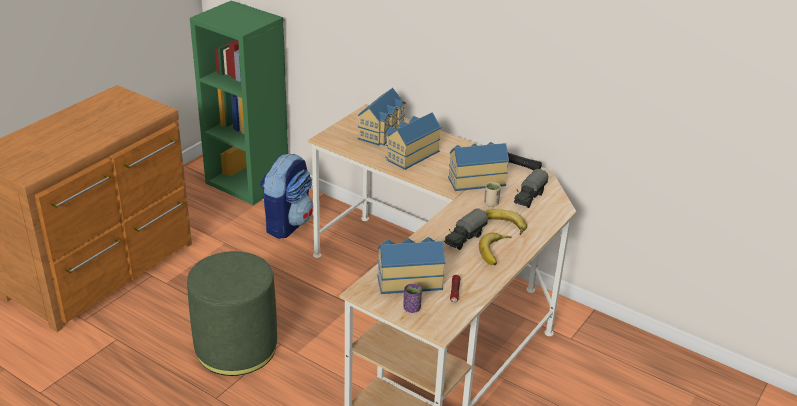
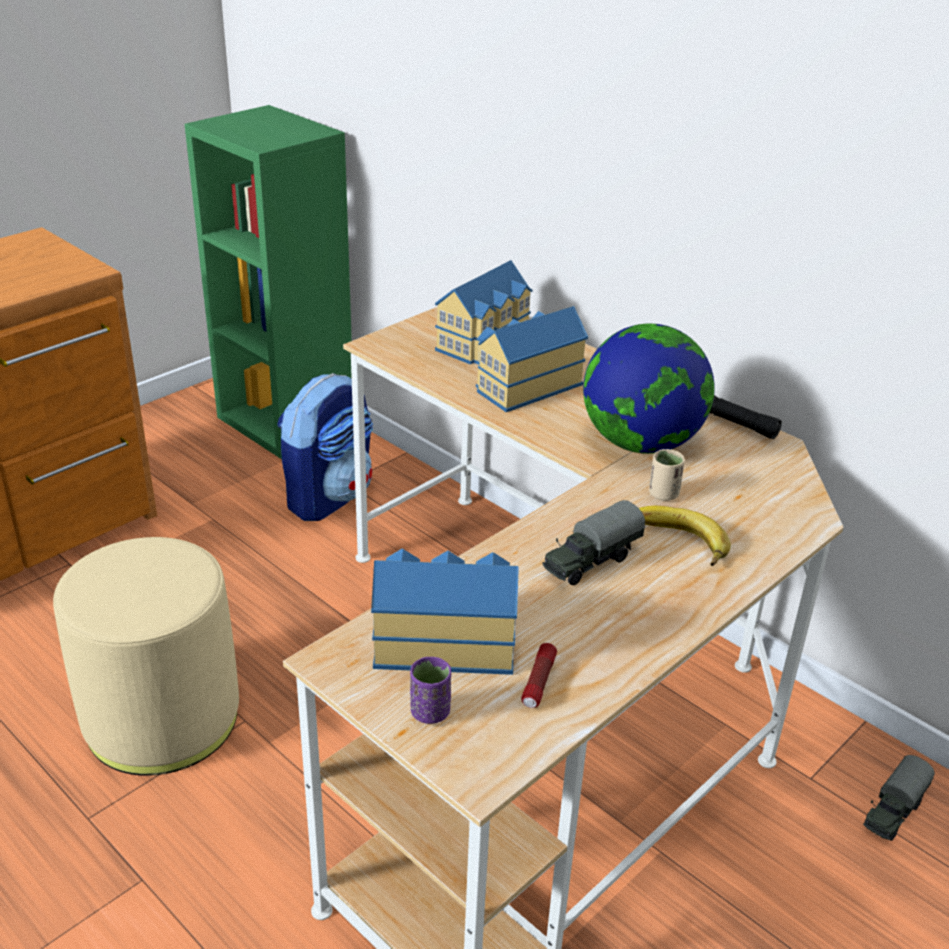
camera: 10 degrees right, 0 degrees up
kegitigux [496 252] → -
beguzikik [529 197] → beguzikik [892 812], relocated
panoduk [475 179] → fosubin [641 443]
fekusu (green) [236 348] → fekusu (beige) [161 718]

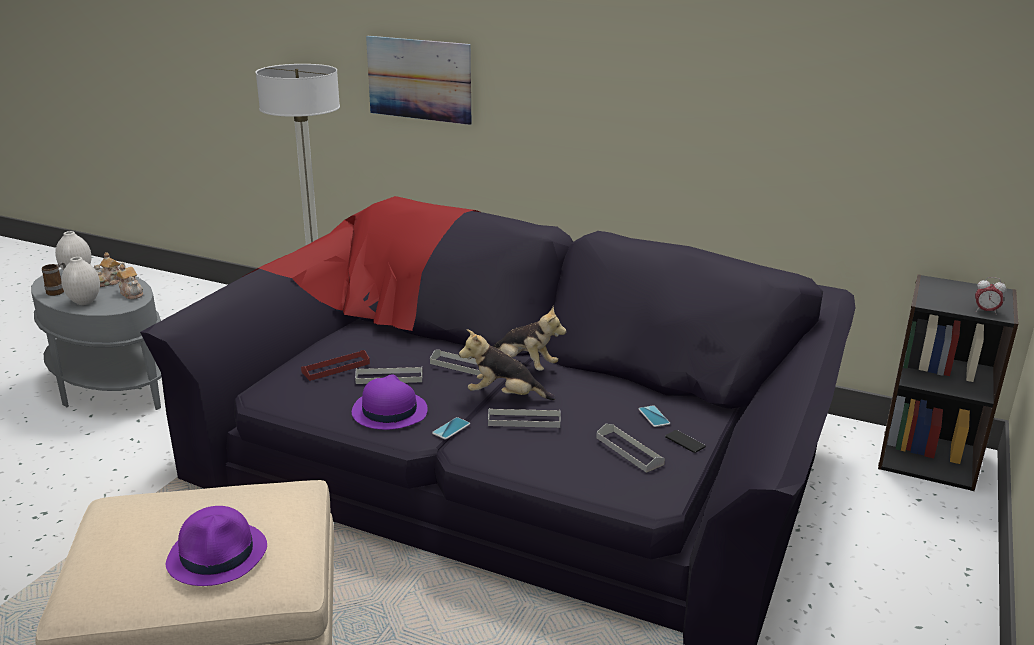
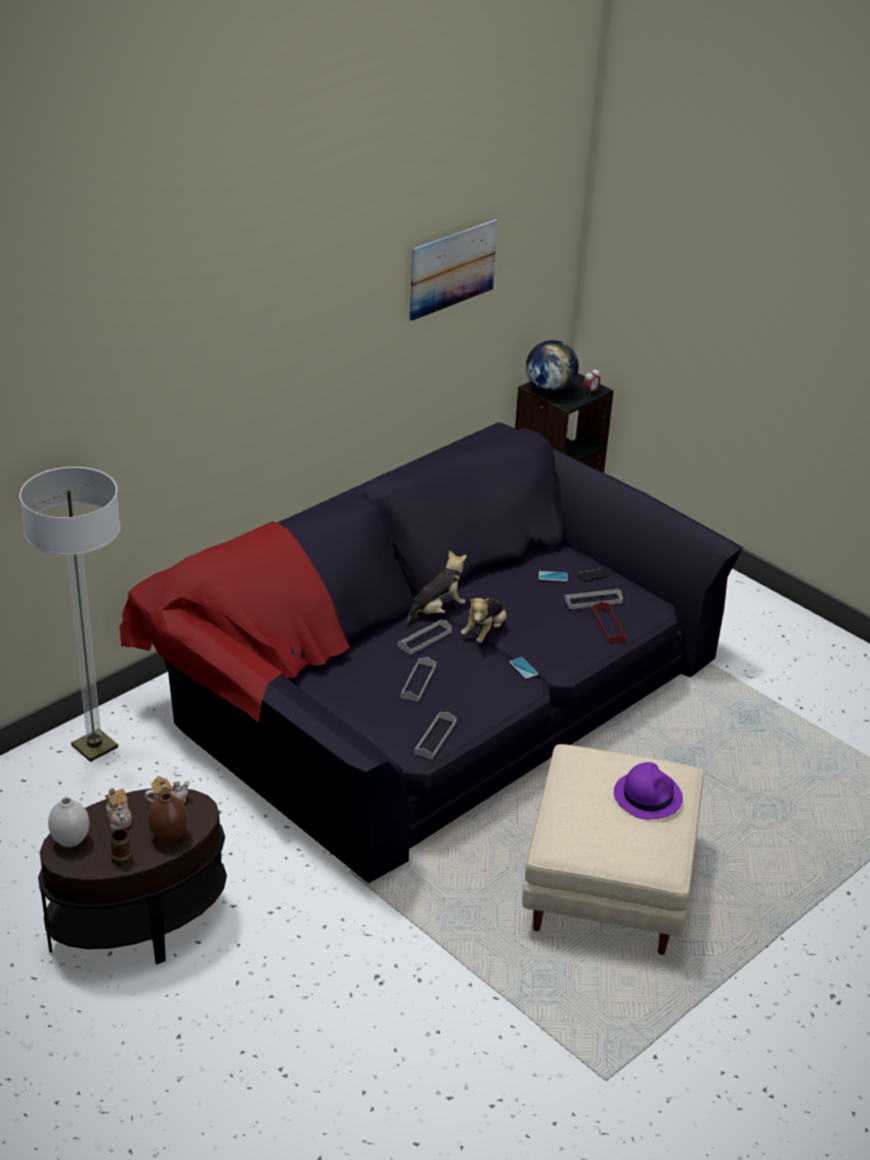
camera: 70 degrees left, 10 degrees up
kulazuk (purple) [389 411] → -
- → fosubin [550 389]
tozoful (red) [336 368] → tozoful (red) [608 625], relocated
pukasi [419 79] → pukasi [452 269], relocated
tozoful (grey) [524 420] → tozoful (grey) [435 738], relocated
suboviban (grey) [111 387] → suboviban (brown) [139 923]
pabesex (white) [85 302] → pabesex (brown) [169 836]

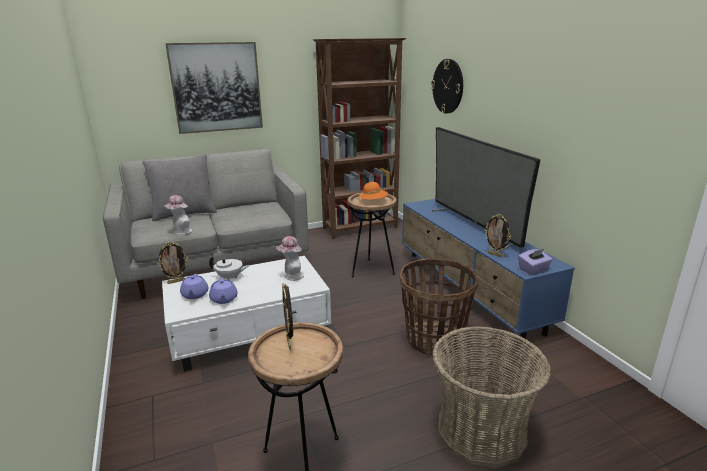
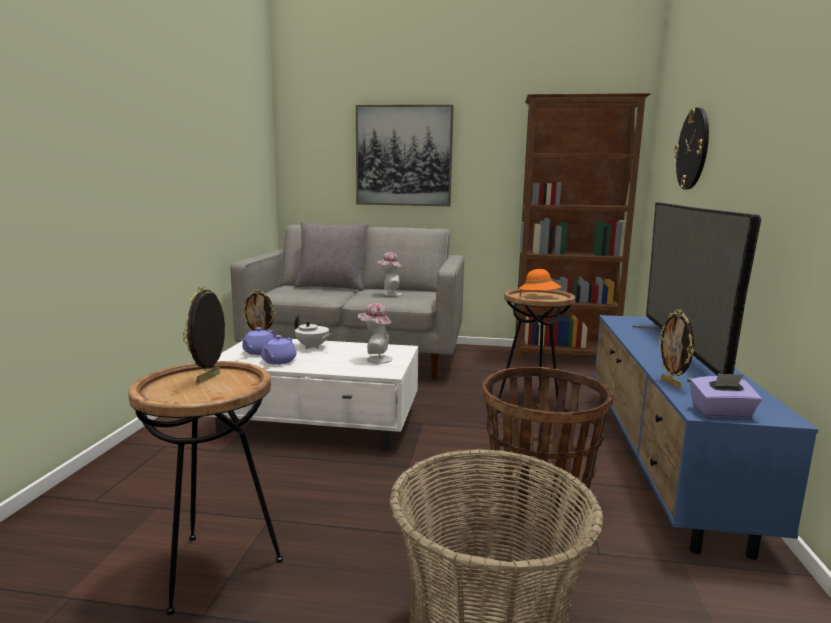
camera: 30 degrees right, 10 degrees down
kulazuk [181 232] → kulazuk [390 294], relocated

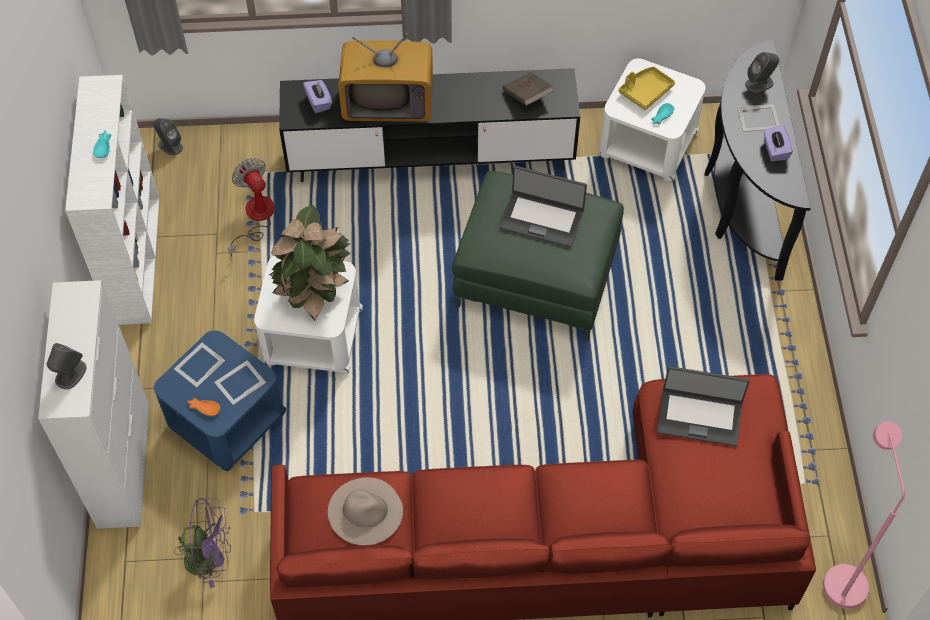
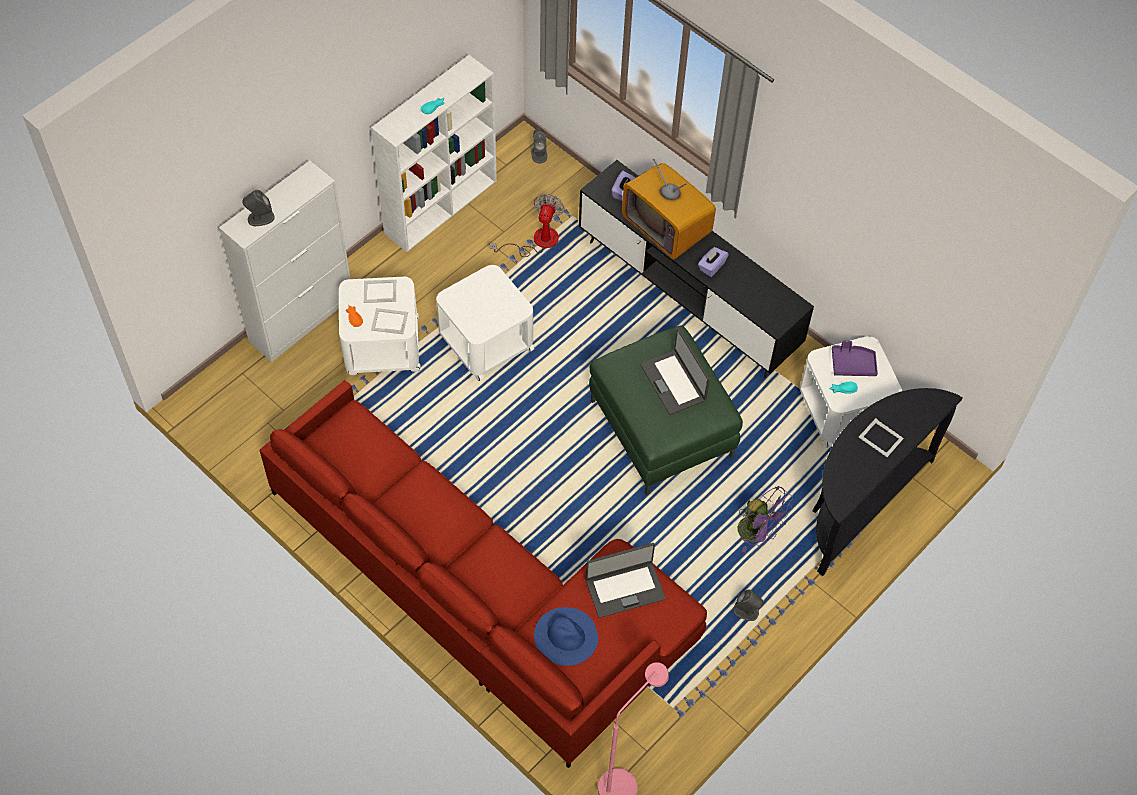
camera: 45 degrees right, 0 degrees up
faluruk [314 293] → -
kulazuk (beige) [365 511] → -
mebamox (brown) [527 96] → -
- → kulazuk (blue) [566 636]
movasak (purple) [210 557] → movasak (purple) [757 533], relocated
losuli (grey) [759 83] → losuli (grey) [746 611], relocated
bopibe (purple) [775 150] → bopibe (purple) [711 266], relocated
suboviban (blue) [226 421] → suboviban (white) [381 346]
tozoful (yellow) [645 91] → tozoful (purple) [852 364]
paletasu [699 416] → paletasu [624 588], 75 degrees counterclockwise

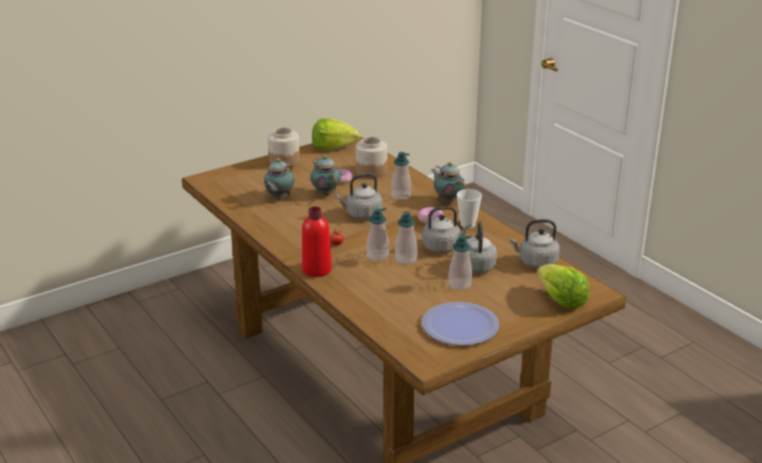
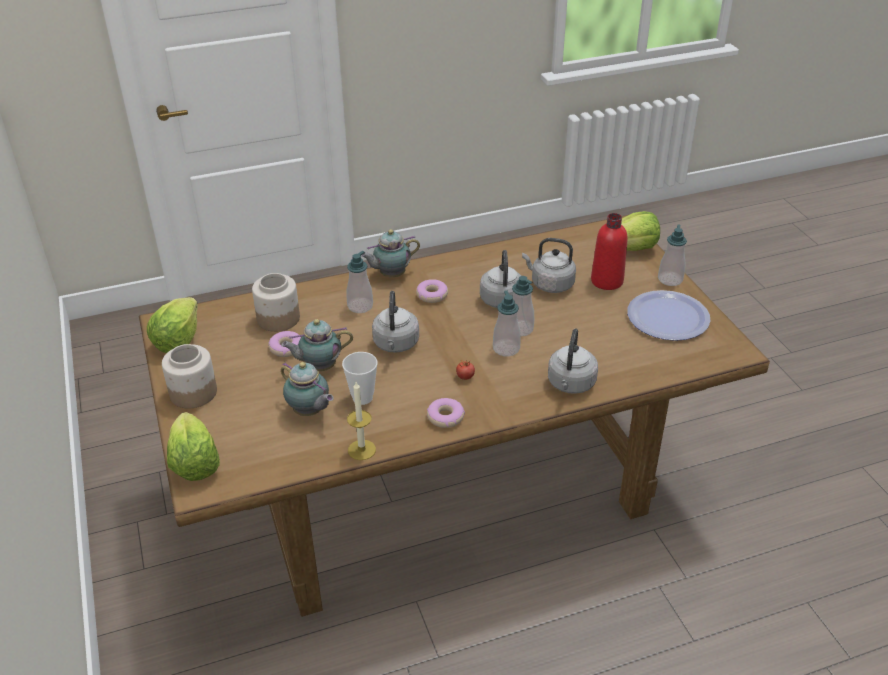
camera: 75 degrees left, 10 degrees up
- → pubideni [194 463]
- → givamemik [362 450]
- → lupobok [445 417]
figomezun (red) [317 270] → figomezun (red) [607 281], relocated
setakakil [459 284] → setakakil [670 279], relocated
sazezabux [467 224] → sazezabux [362 398], relocated
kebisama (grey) [536 262] → kebisama (grey) [570 384], relocated

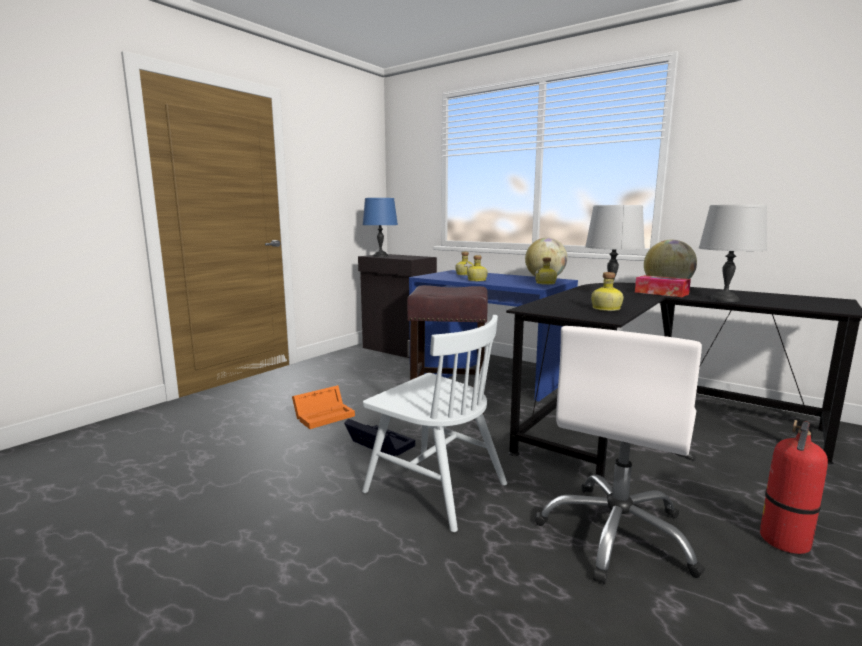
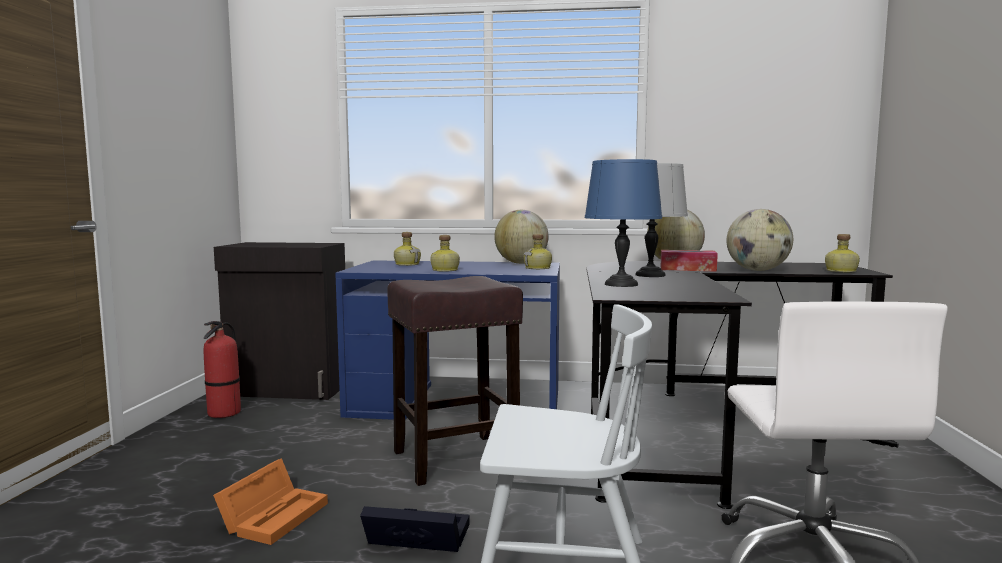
camera: 30 degrees left, 5 degrees down
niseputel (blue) [380 256] → niseputel (blue) [620 284], relocated
figomezun [605 309] → figomezun [840 271], relocated
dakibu [785 541] → dakibu [224 413], relocated
niseputel (grey) [725 299] → fosubin [757 270]

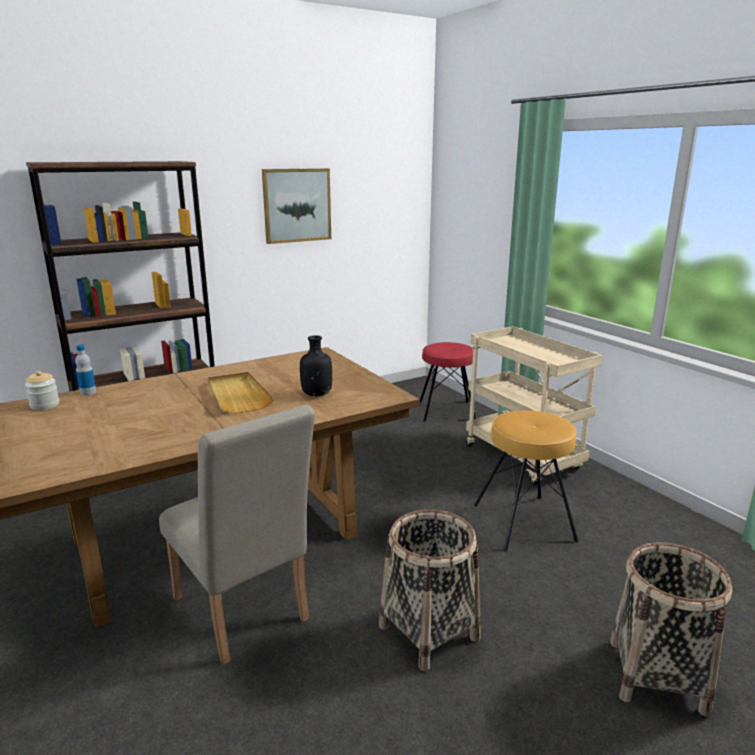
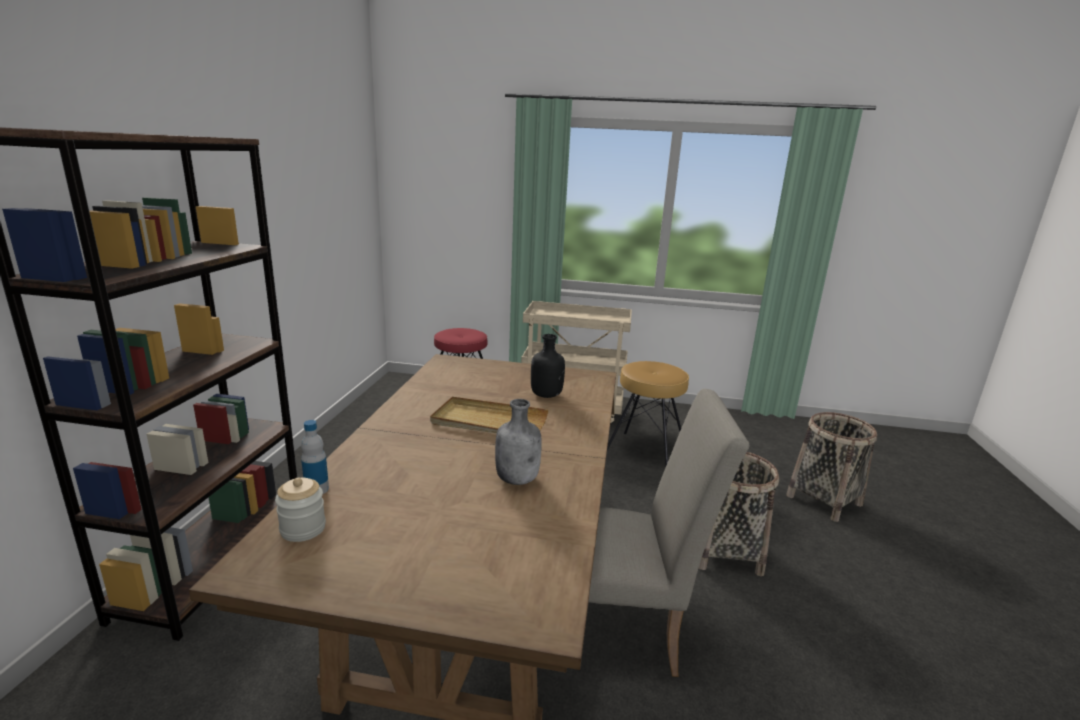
camera: 50 degrees left, 0 degrees up
pukasi [296 205] → -
- → figomezun (grey) [518 479]

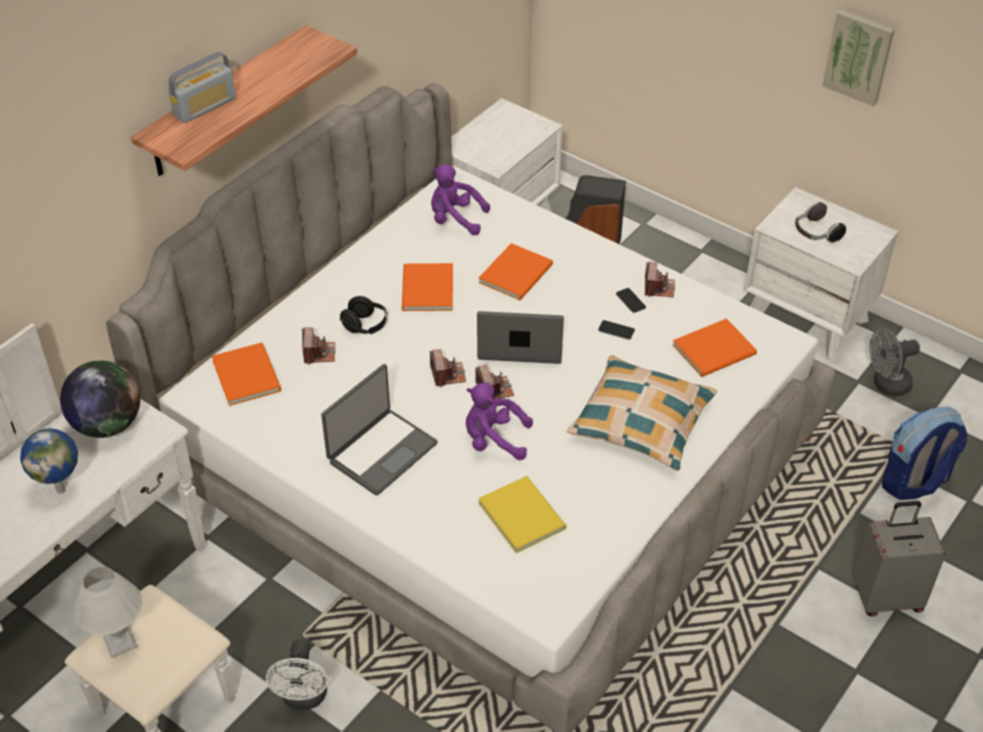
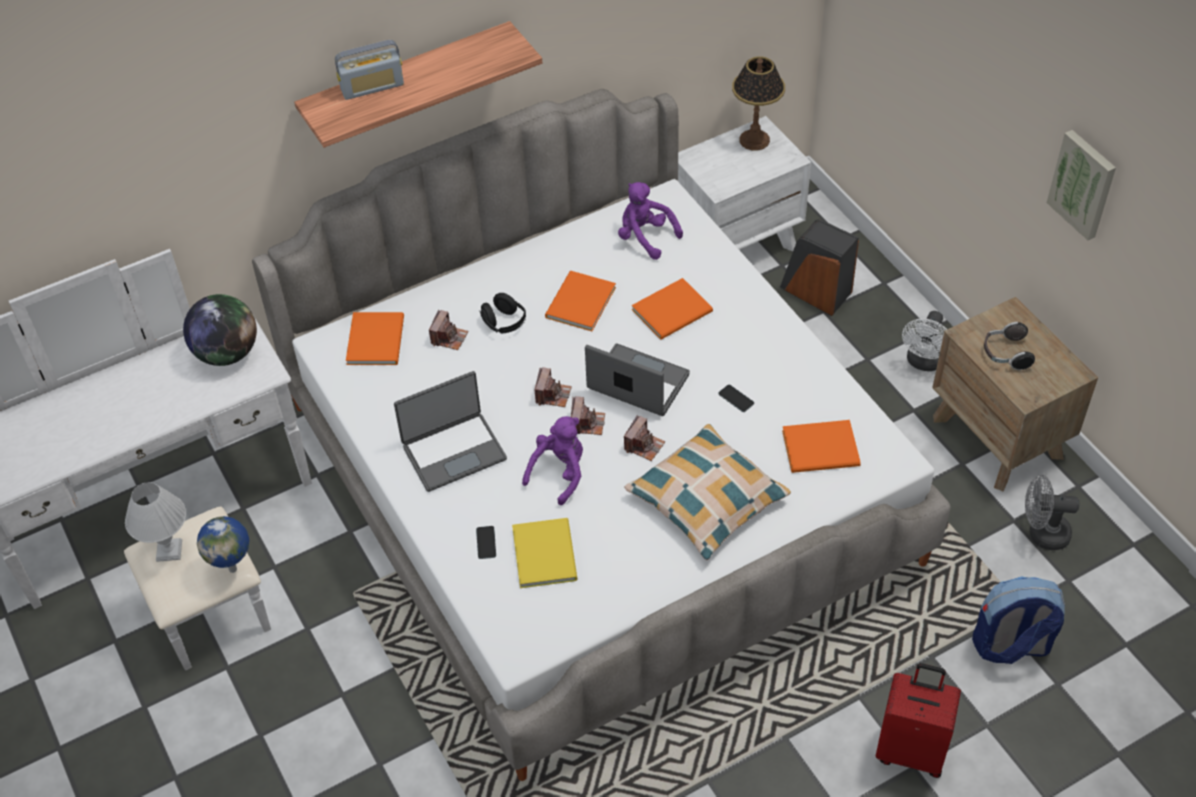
camera: 25 degrees right, 5 degrees up
- → niseputel [754 140]
fosubin [61 489] → fosubin [234 568], relocated
movasak (white) [304 698] → movasak (white) [924 362], relocated
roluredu [630 301] → roluredu [486 542], relocated
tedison [658 288] → tedison [644 445], relocated
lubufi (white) [807 319] → lubufi (brown) [998 437]
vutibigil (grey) [886 597] → vutibigil (red) [911 750]
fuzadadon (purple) [494 440] → fuzadadon (purple) [559 472], 90 degrees clockwise

